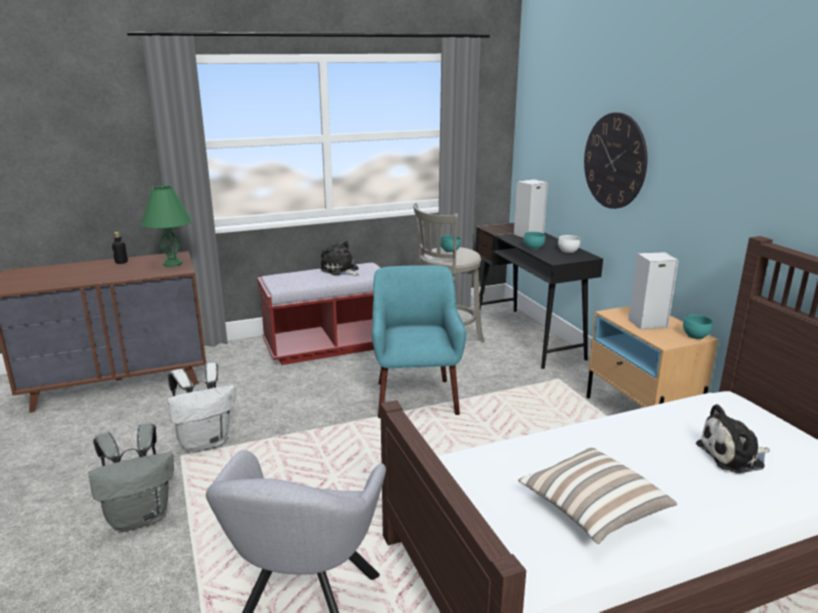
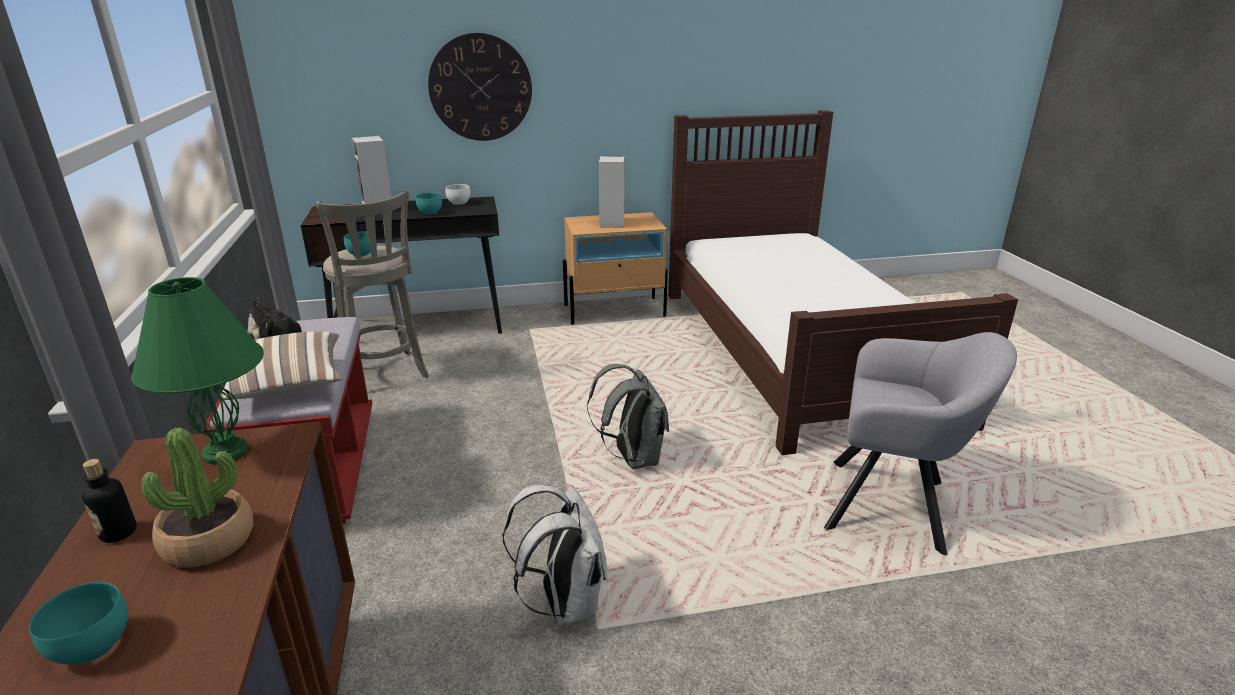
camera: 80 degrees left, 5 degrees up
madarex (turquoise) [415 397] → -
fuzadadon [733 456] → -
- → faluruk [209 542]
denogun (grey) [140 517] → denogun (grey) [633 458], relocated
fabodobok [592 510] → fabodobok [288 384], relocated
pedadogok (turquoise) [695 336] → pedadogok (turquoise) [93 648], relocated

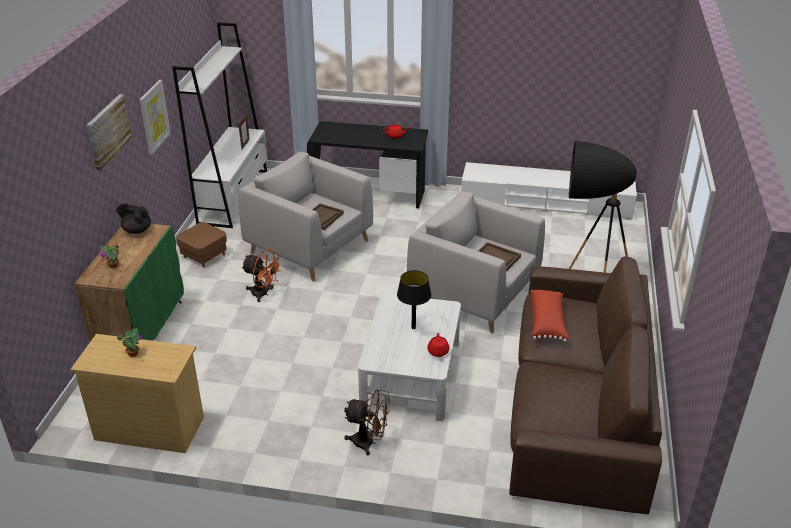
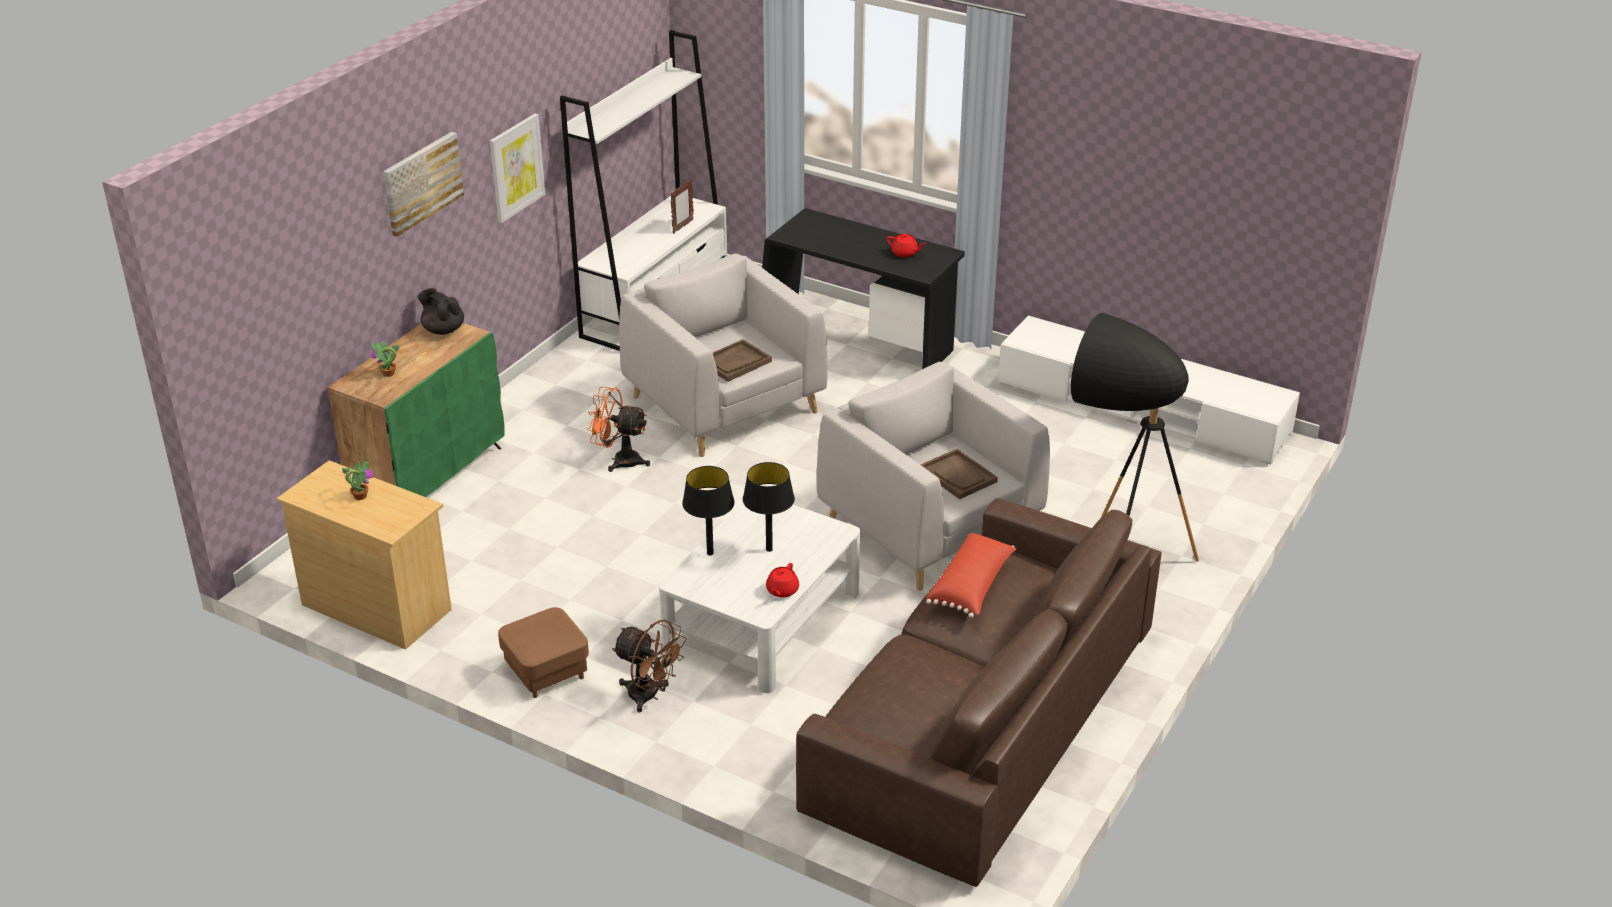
camera: 20 degrees right, 0 degrees up
- → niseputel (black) [710 553]
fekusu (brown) [204 256] → fekusu (brown) [546 672], relocated
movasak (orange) [263 294] → movasak (orange) [619 460], 150 degrees clockwise

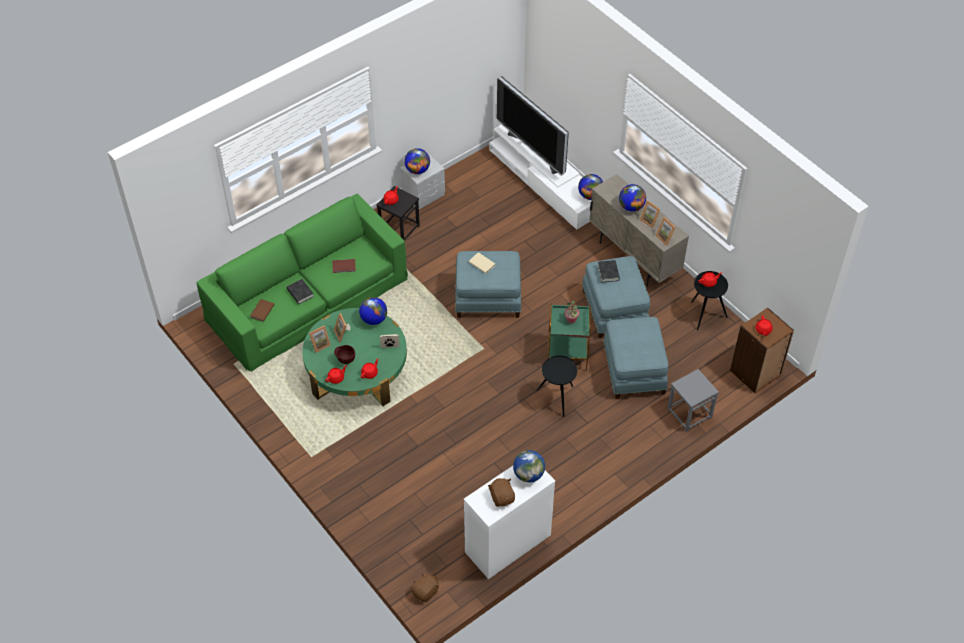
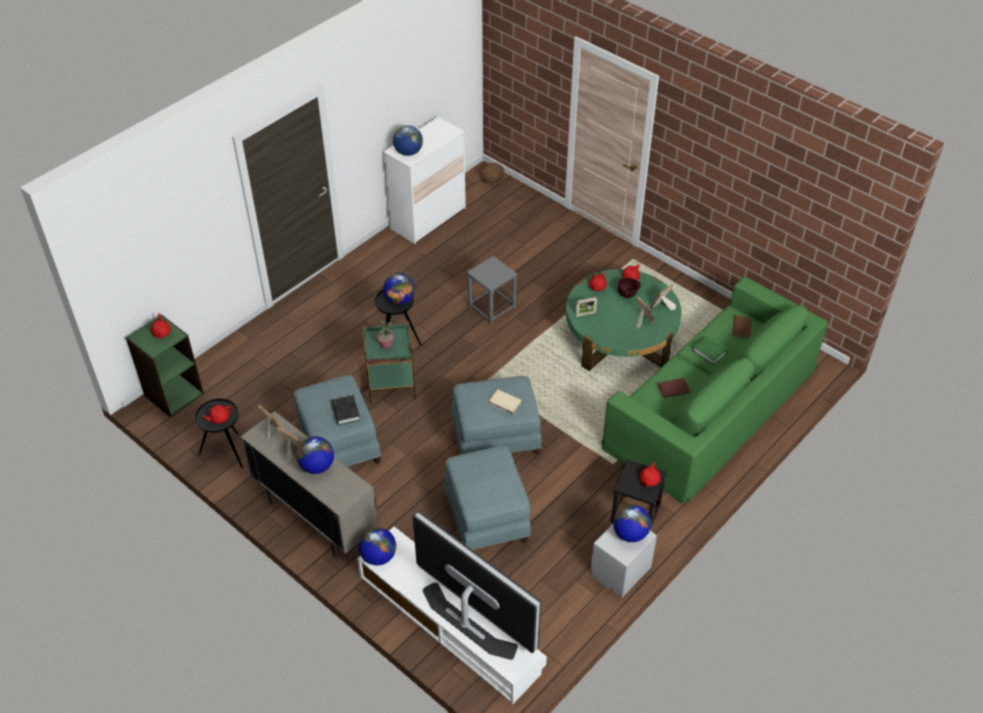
camera: 170 degrees right, 5 degrees down
fuzadadon (brown) [502 497] → -
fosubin [374 319] → fosubin [399 300], relocated
fekusu (blue) [633 370] → fekusu (blue) [487 516], relocated
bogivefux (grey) [689 413] → bogivefux (grey) [492 307], relocated
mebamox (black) [300 293] → mebamox (green) [709 352]
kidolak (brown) [755 373] → kidolak (green) [173 394]

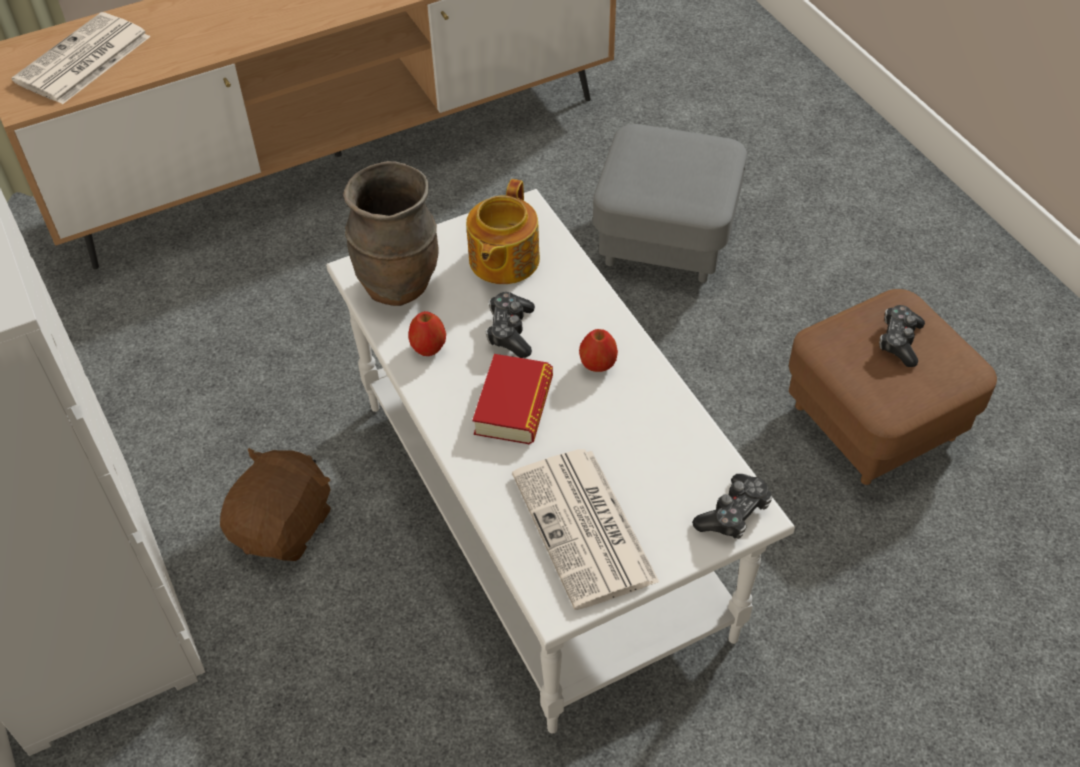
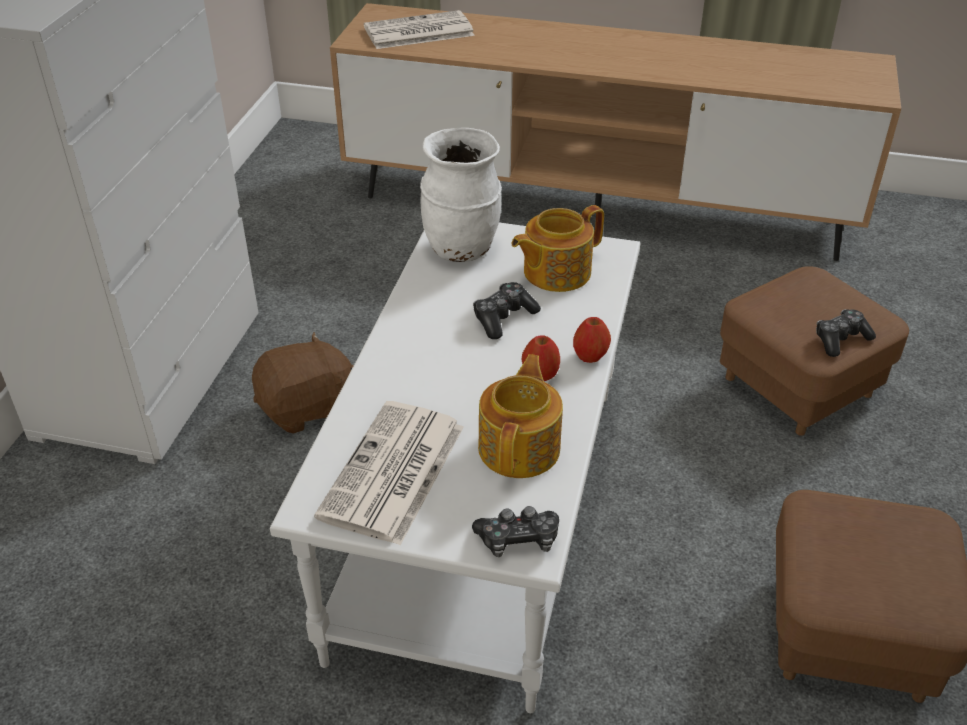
camera: 40 degrees right, 10 degrees down
mebamox [514 406] → -
- → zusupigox [521 447]
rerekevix [428 348] → rerekevix [590 356], relocated
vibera [899 341] → vibera [840 339], relocated
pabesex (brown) [399 286] → pabesex (white) [462 250]
fekusu (grey) [665 239] → fekusu (brown) [798 386]

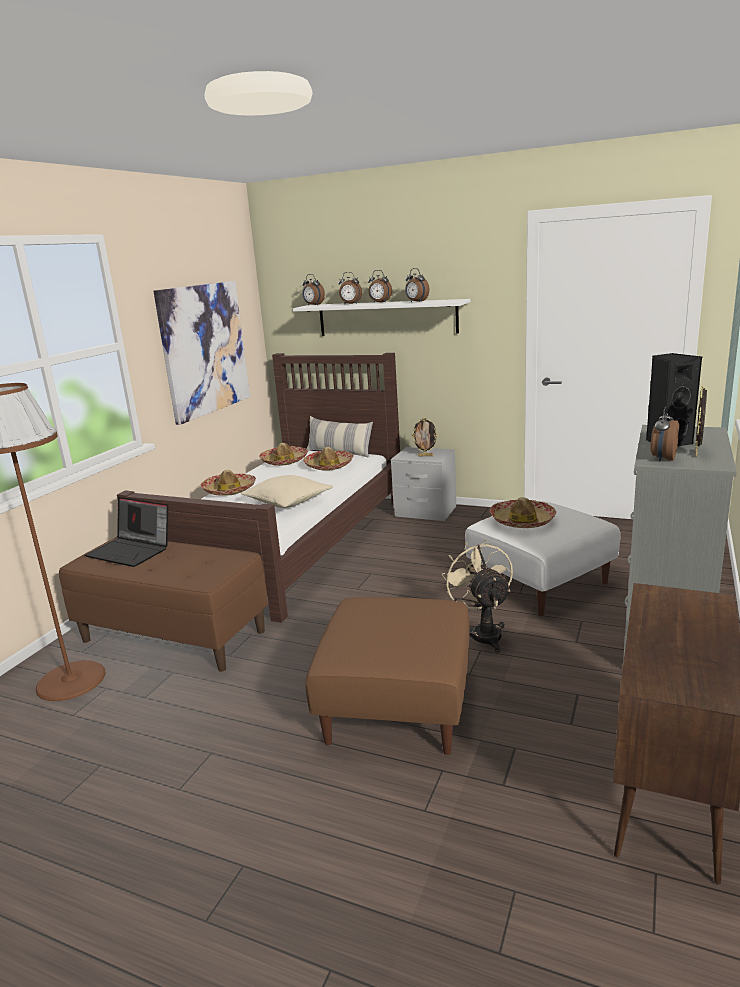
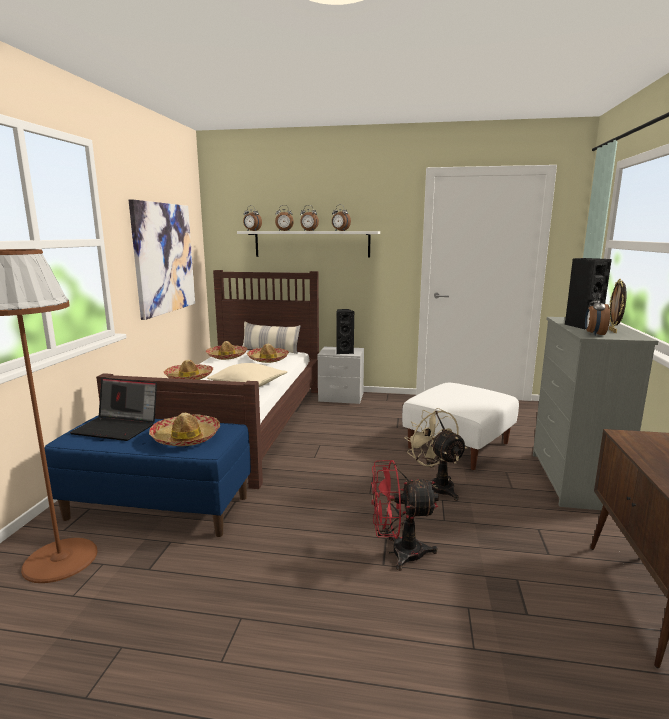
camera: 15 degrees left, 5 degrees down
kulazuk [522 521] → kulazuk [186 438], relocated
fekusu (brown) [397 706] → movasak (red) [398 553]
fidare [425 455] → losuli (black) [344 352]
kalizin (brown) [174 635] → kalizin (blue) [159 507]

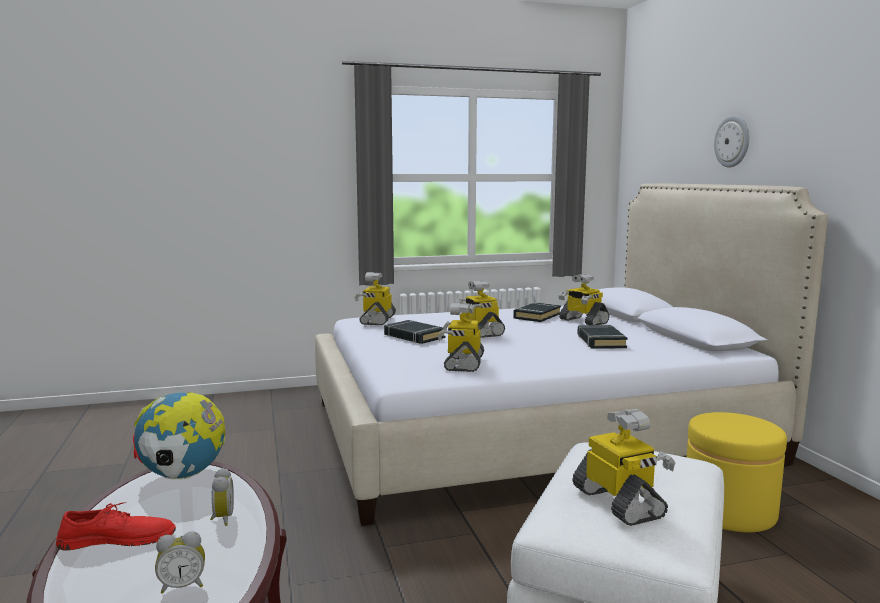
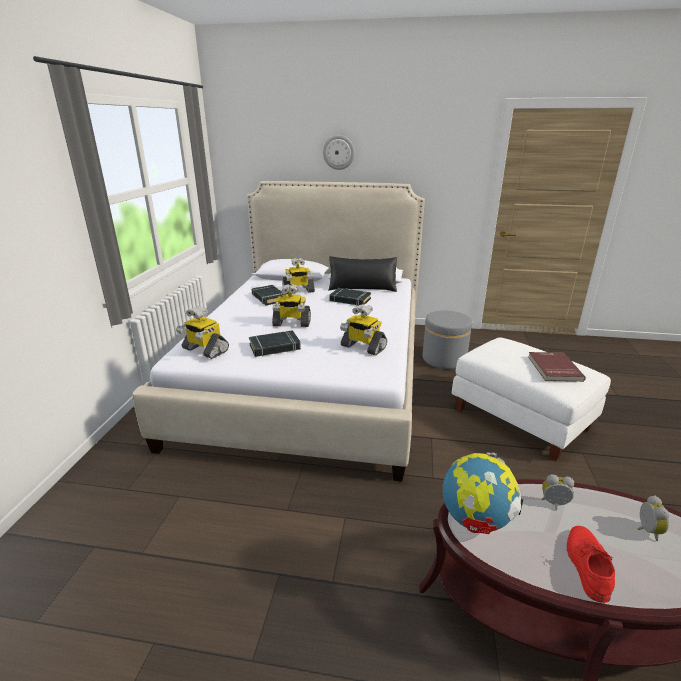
camera: 65 degrees left, 15 degrees up
- → fabodobok (black) [362 288]
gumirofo [620 503] → mebamox (red) [553 368]
fekusu (yellow) [729 511] → fekusu (grey) [444 359]

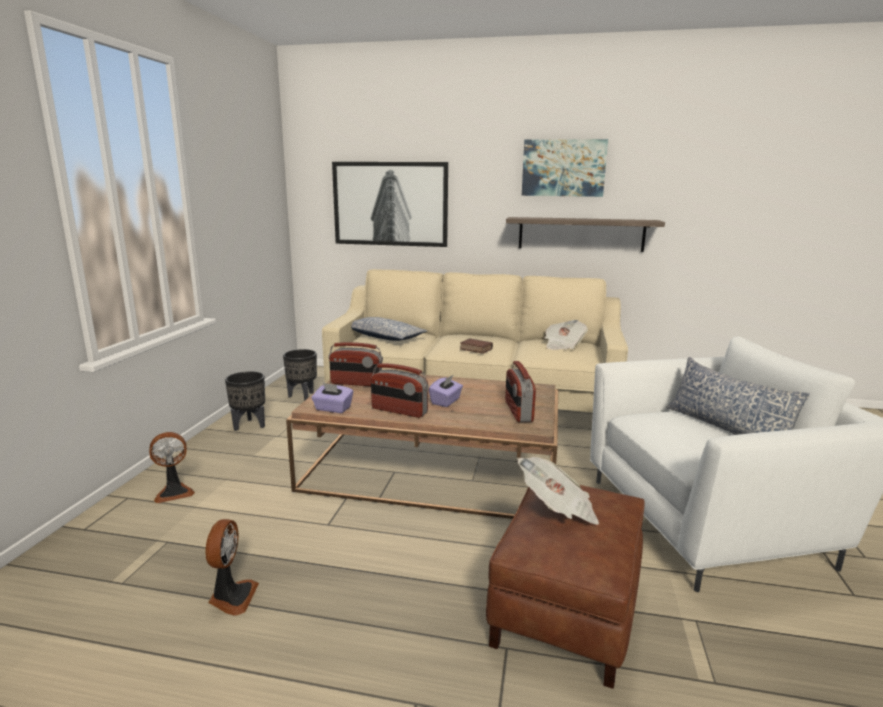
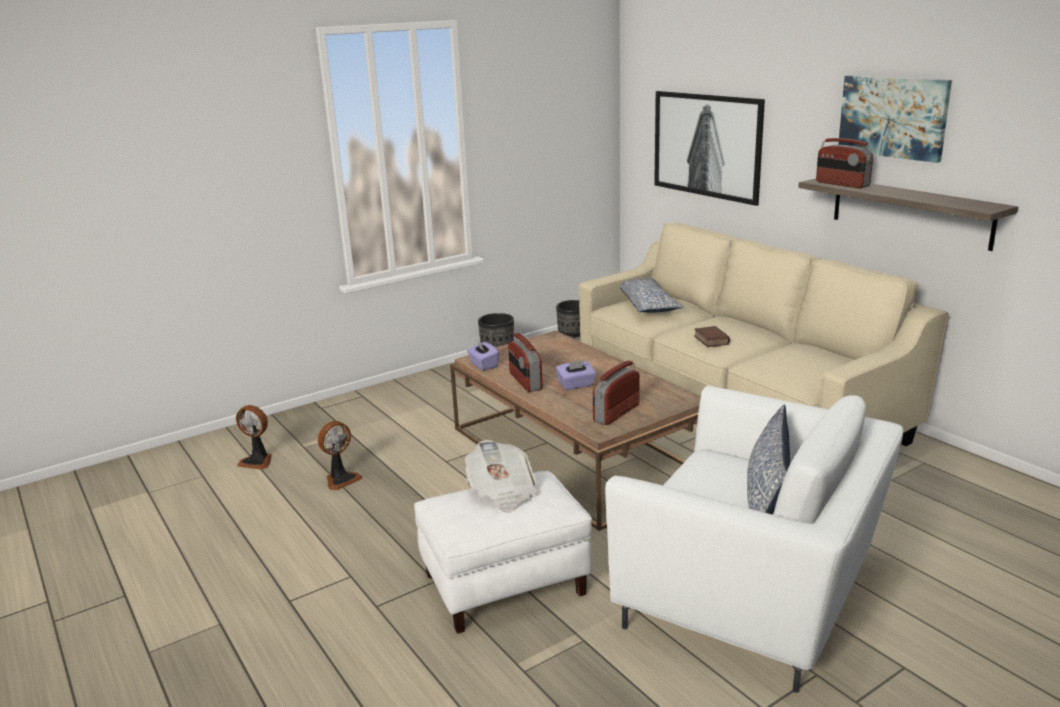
camera: 45 degrees right, 5 degrees up
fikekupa [563 345] → -
movasak [174 492] → movasak [258 461], relocated
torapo [356 383] → torapo [841 184], relocated
fekusu (brown) [566 611] → fekusu (white) [504 585]

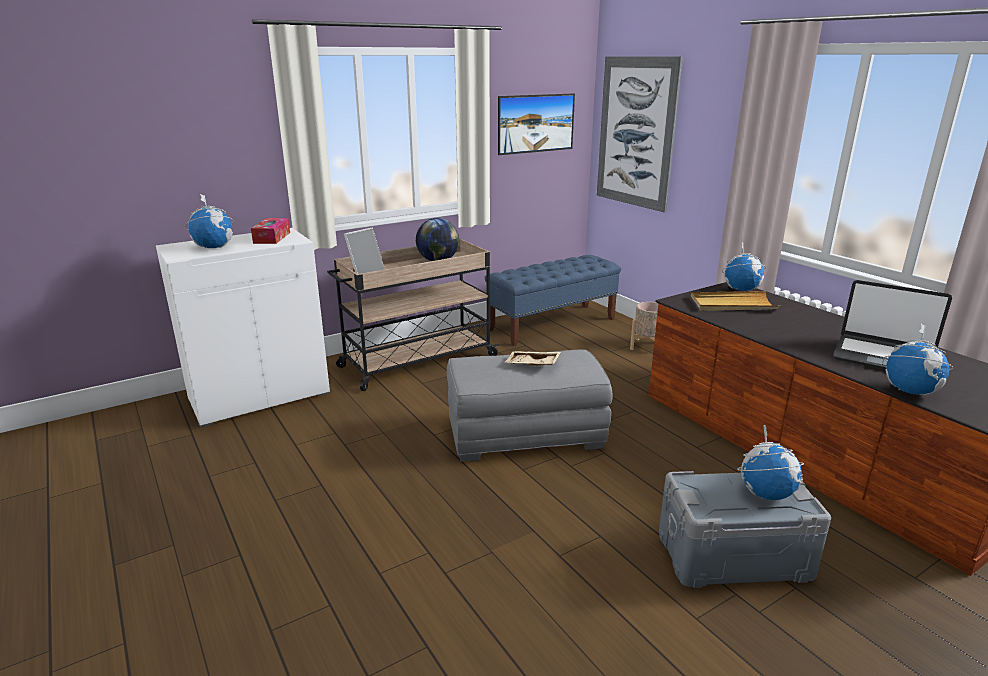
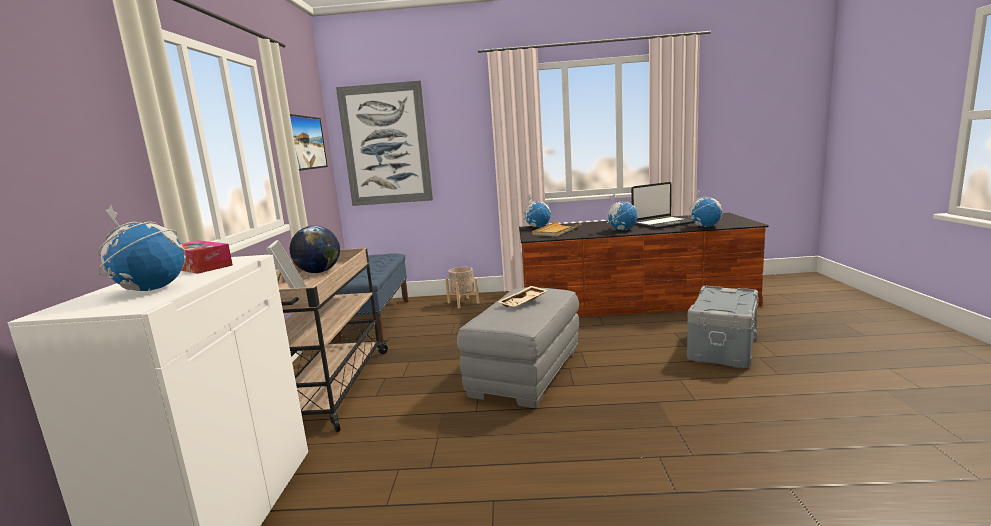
camera: 55 degrees left, 10 degrees down
fosubin [766 493] → fosubin [622 230], relocated

